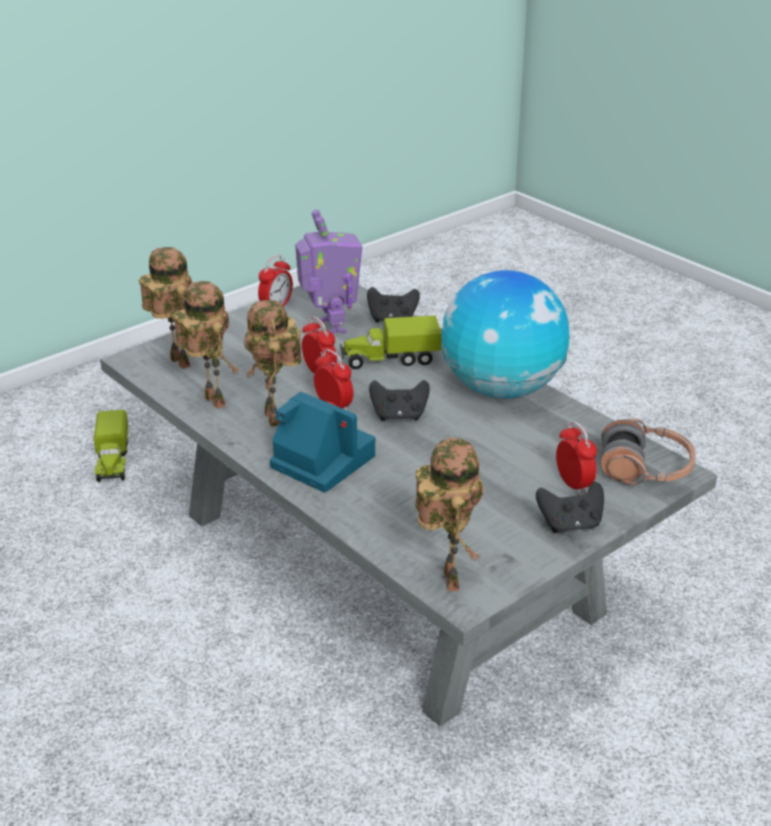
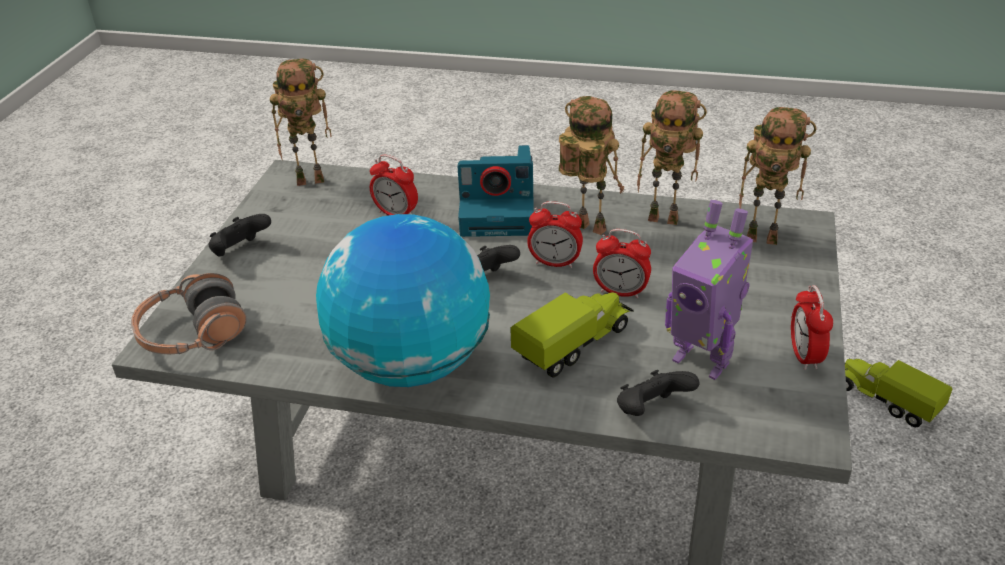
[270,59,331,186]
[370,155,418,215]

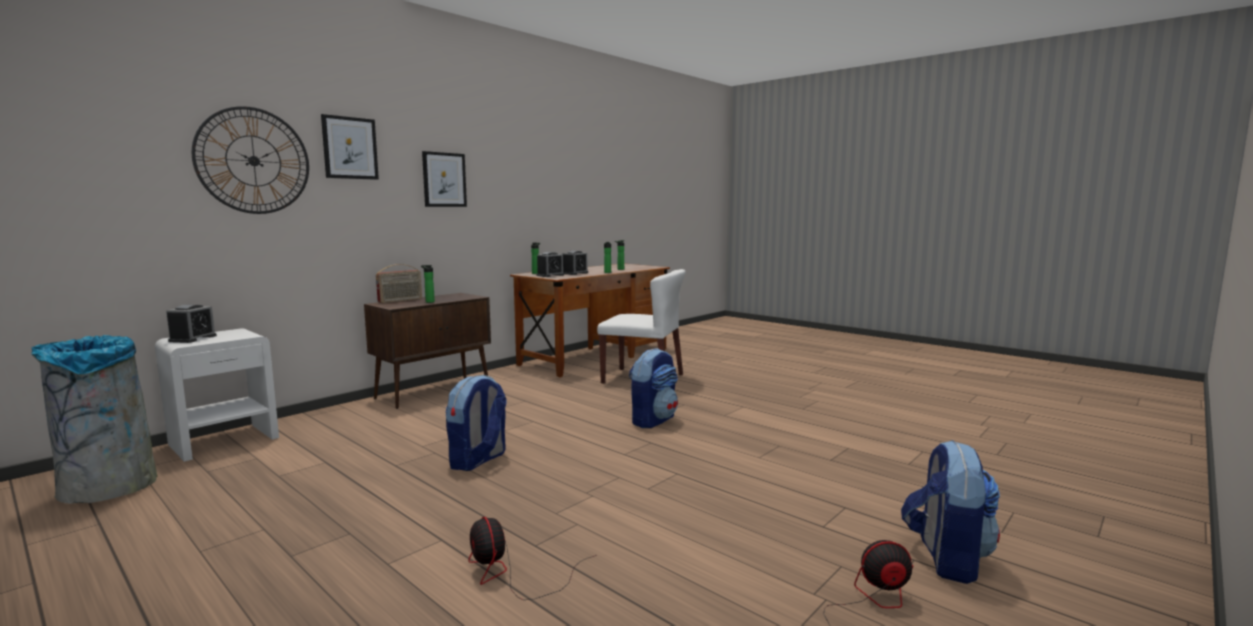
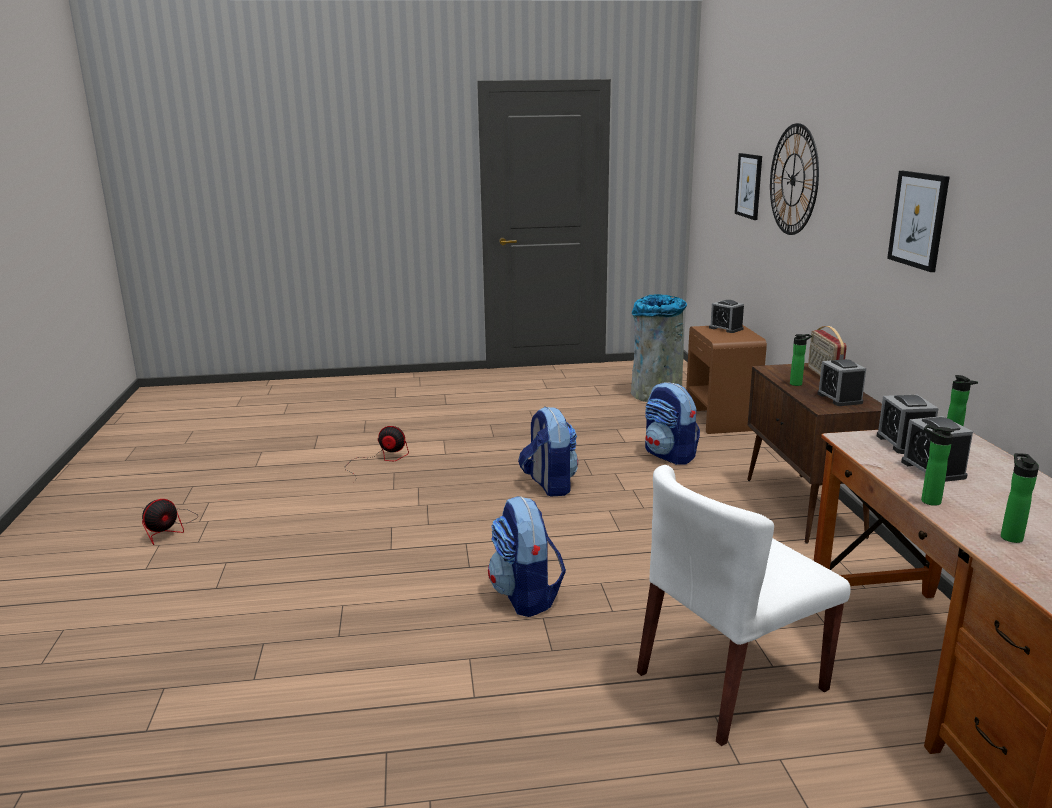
[686,325,767,434]
[735,153,762,220]
[645,382,700,465]
[818,359,866,406]

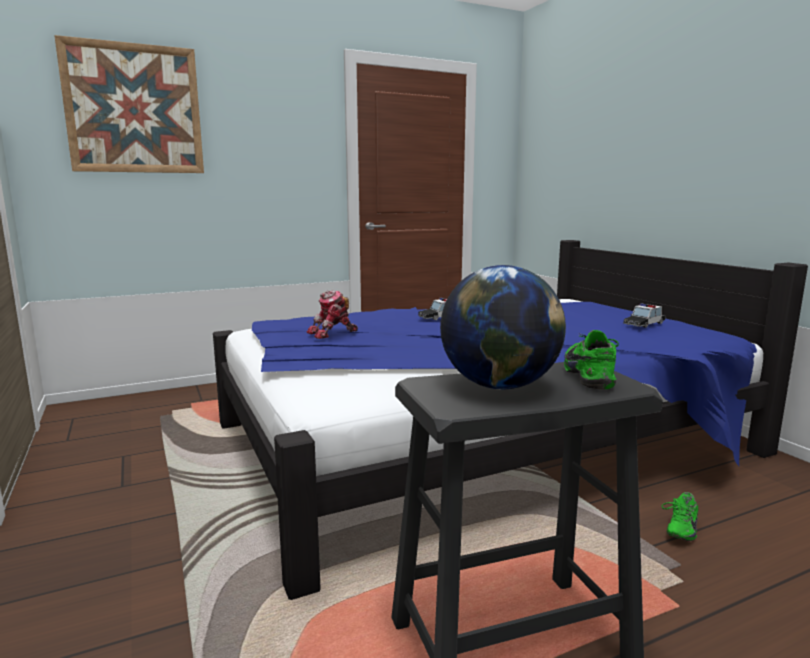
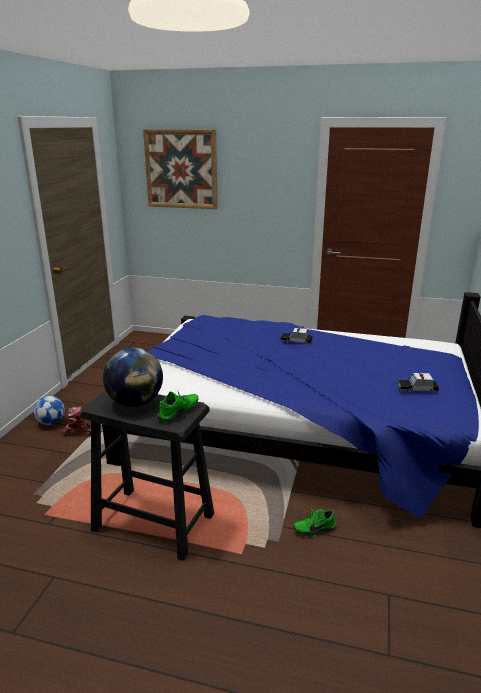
[61,407,91,436]
[33,396,65,425]

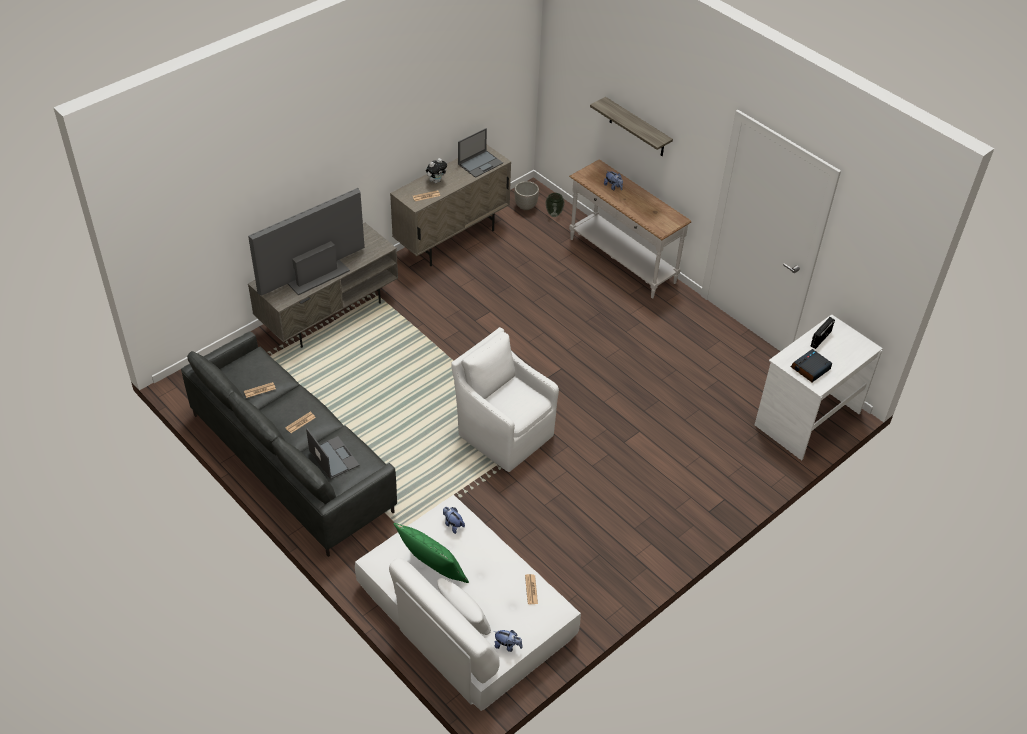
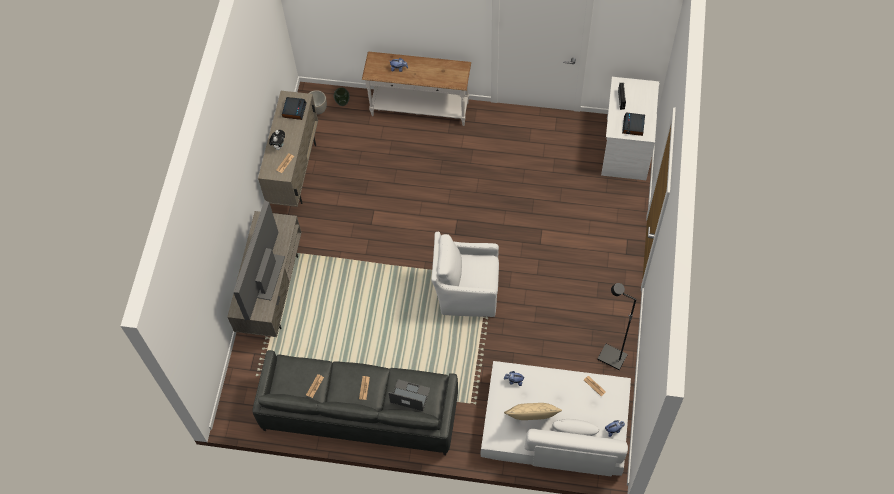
[504,403,562,420]
[282,97,307,120]
[590,97,673,156] (first image)
[597,283,636,370]

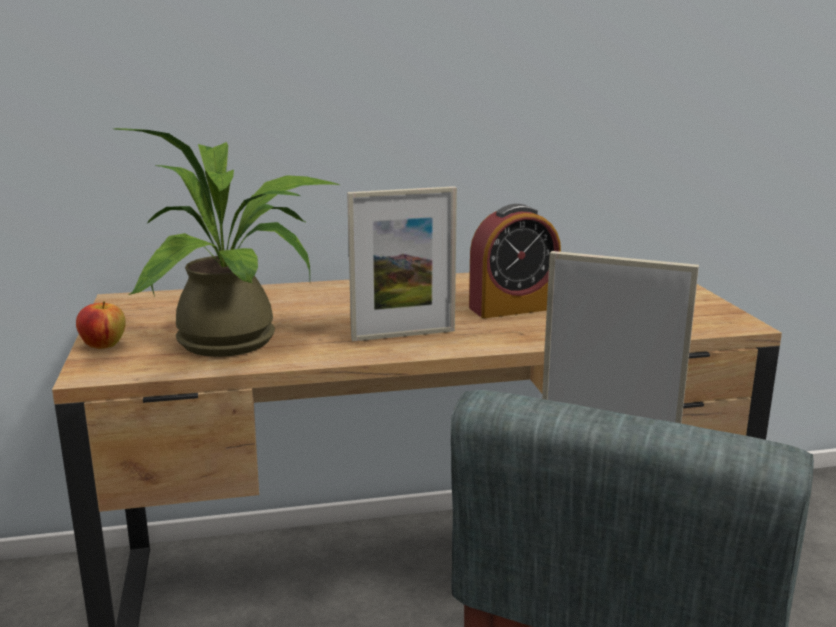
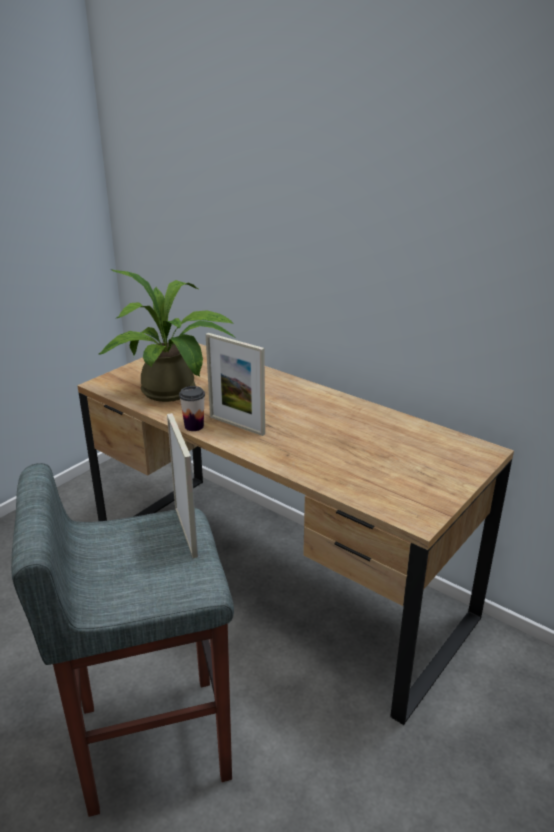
[76,301,126,349] (first image)
[469,204,561,318] (first image)
[179,386,205,431]

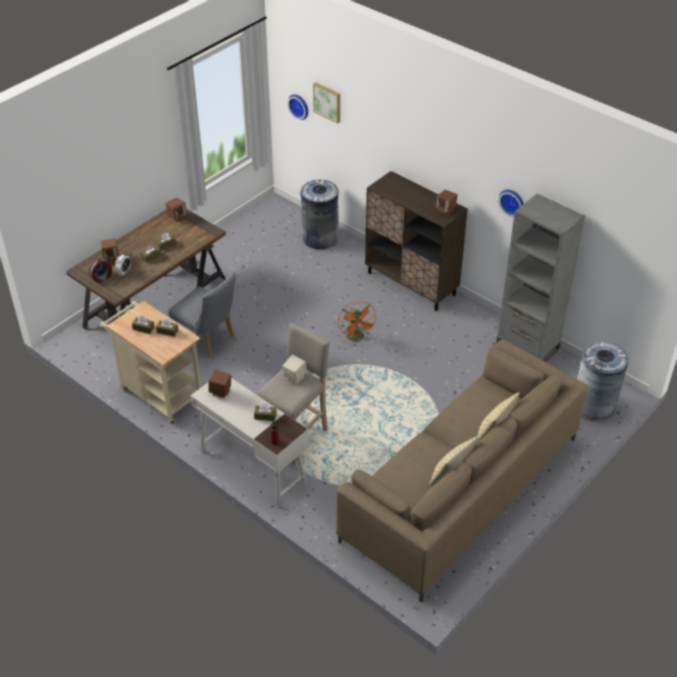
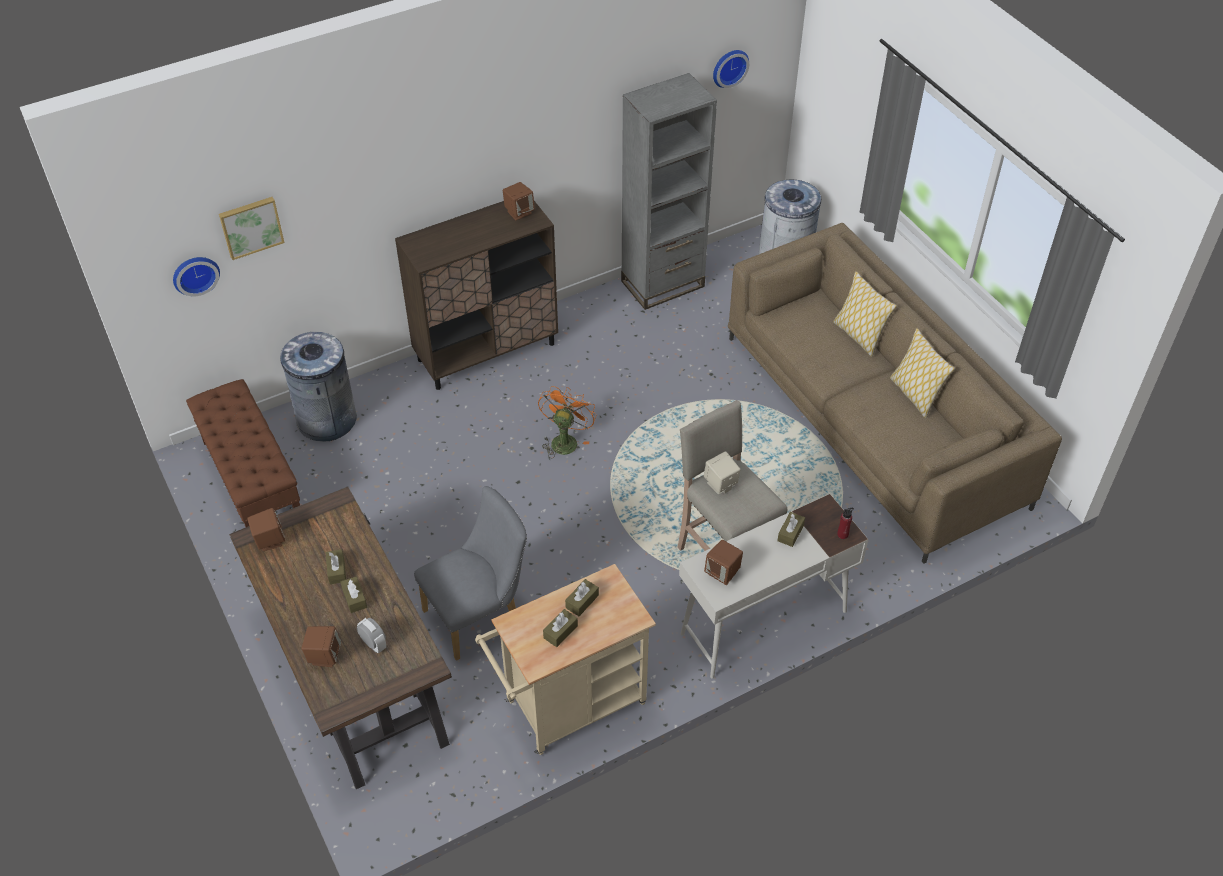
[89,258,112,283] (first image)
[538,386,596,458]
[713,50,749,88]
[186,379,300,527]

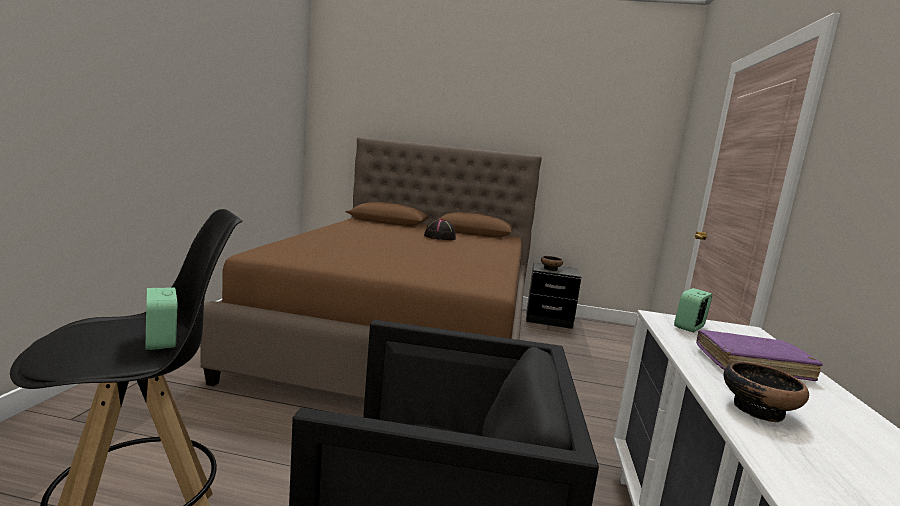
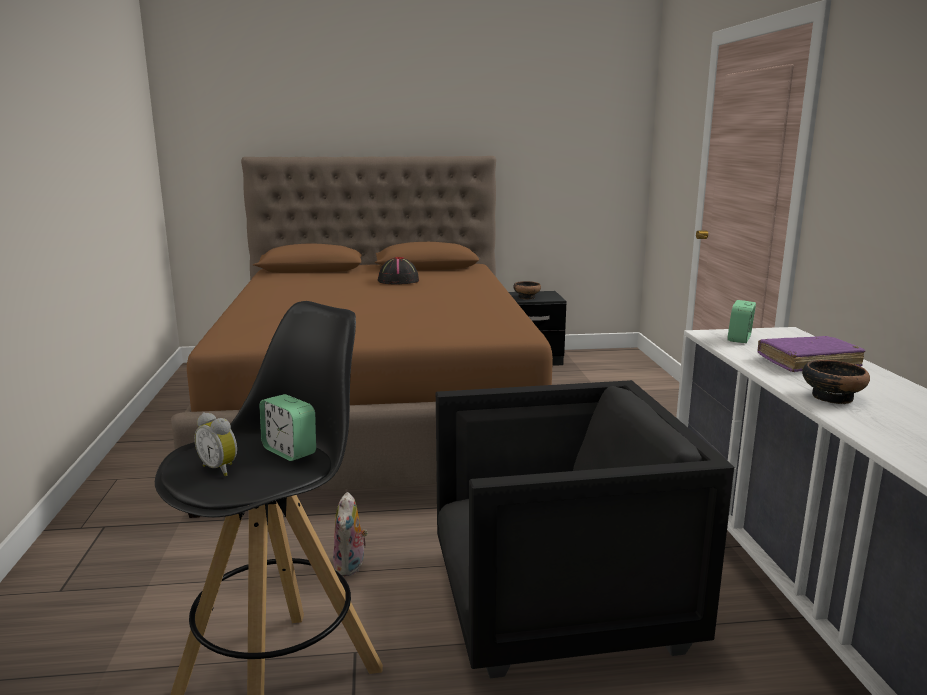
[194,413,237,476]
[333,492,368,576]

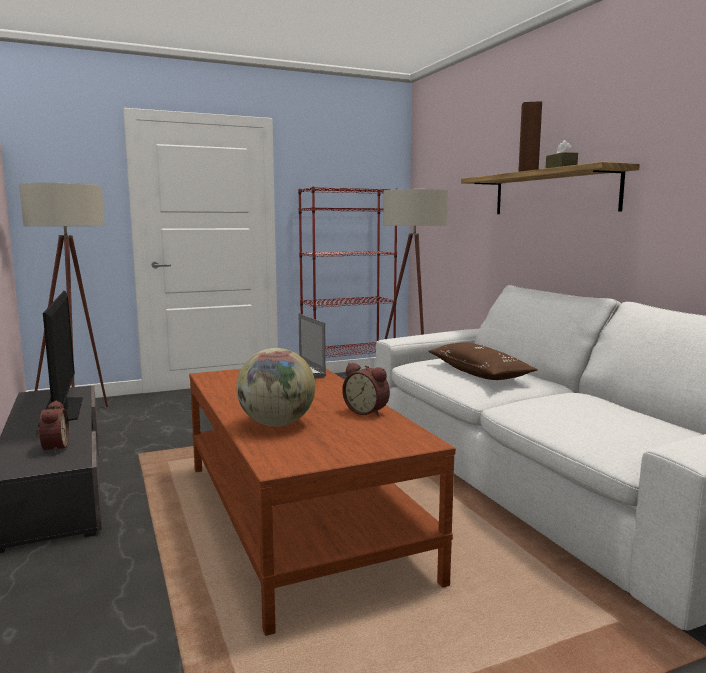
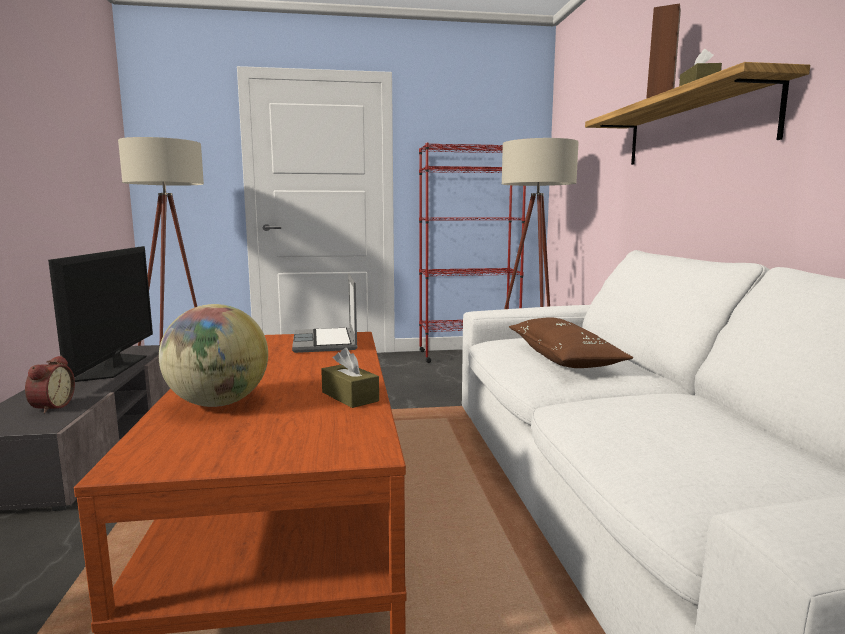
[321,348,379,408]

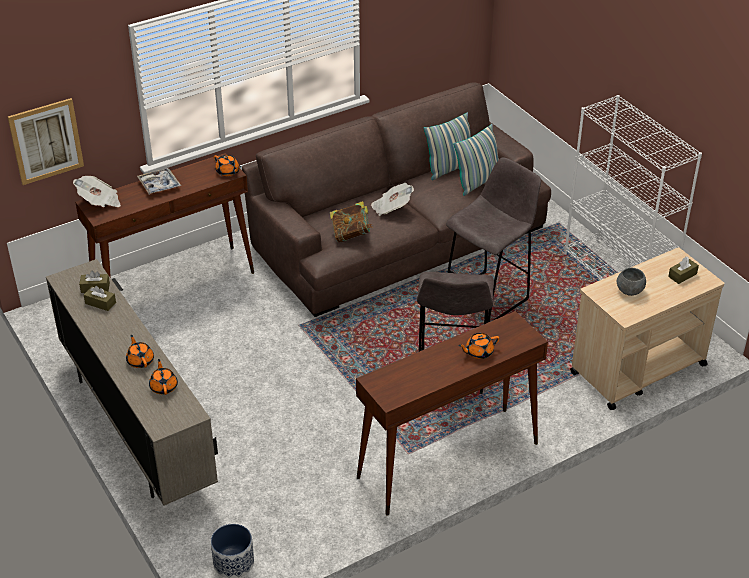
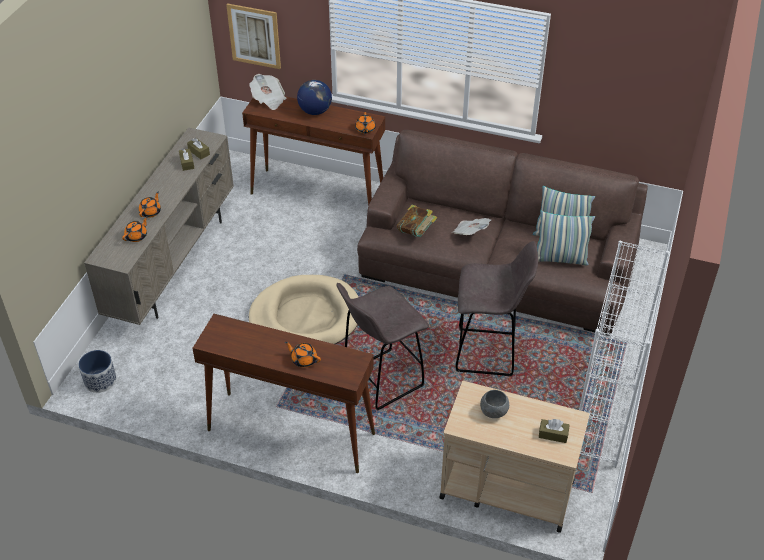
[297,80,332,115]
[249,275,359,344]

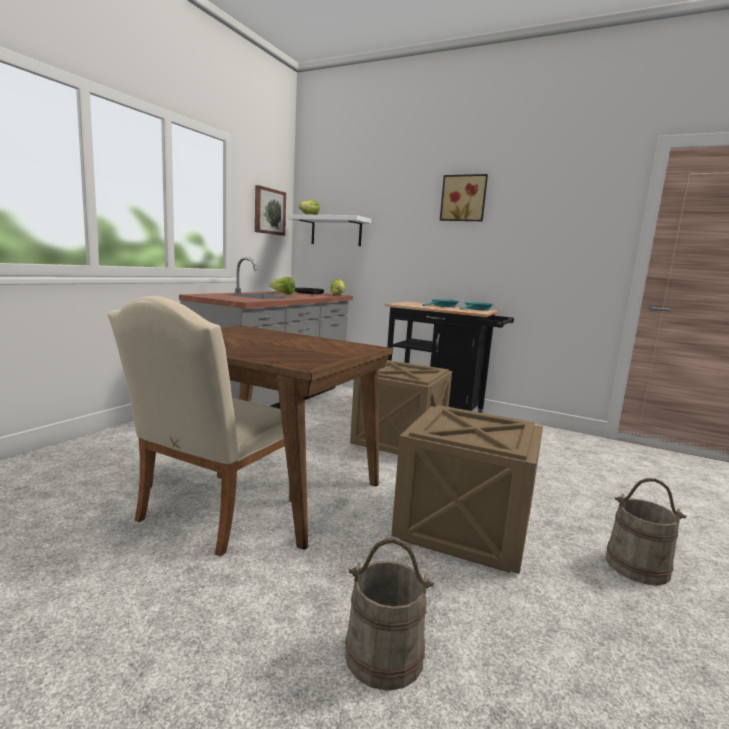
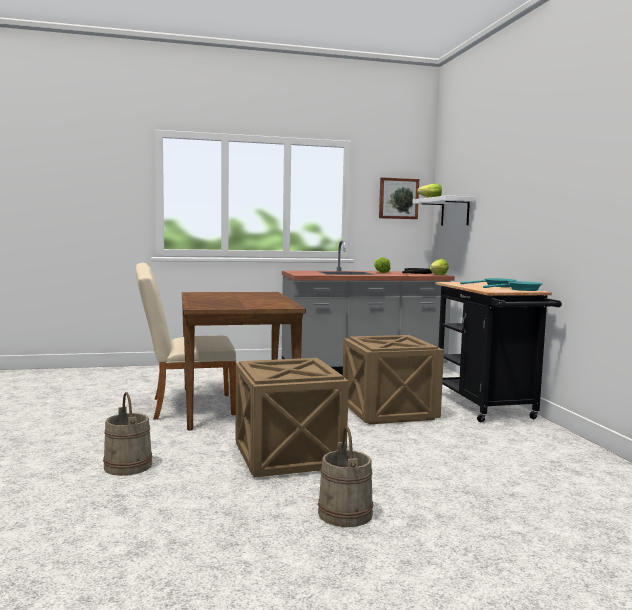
[440,174,488,221] (first image)

